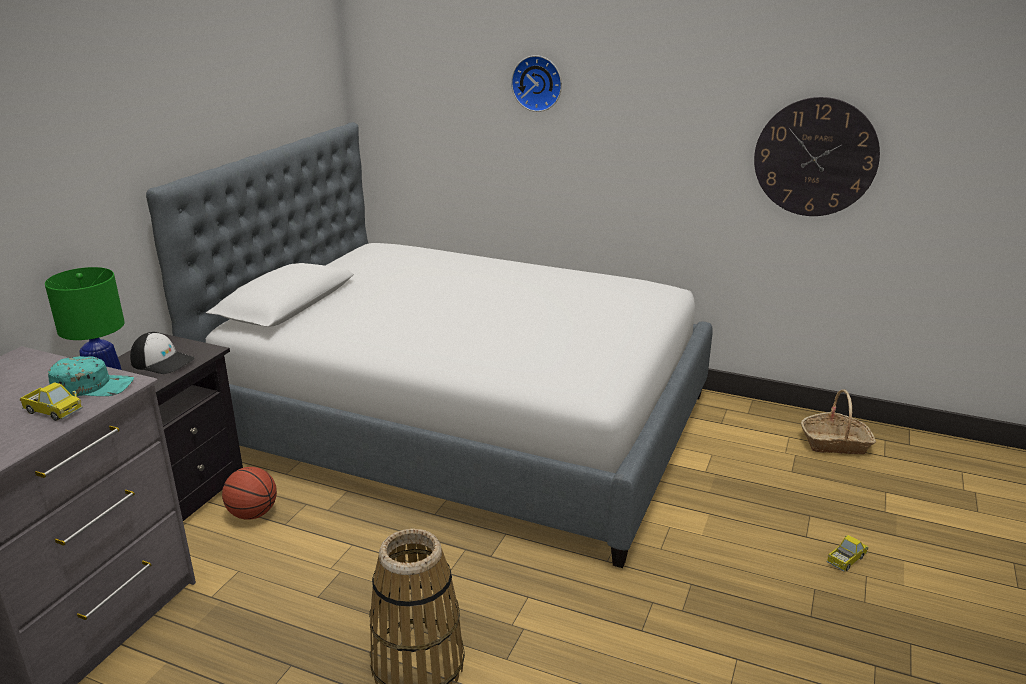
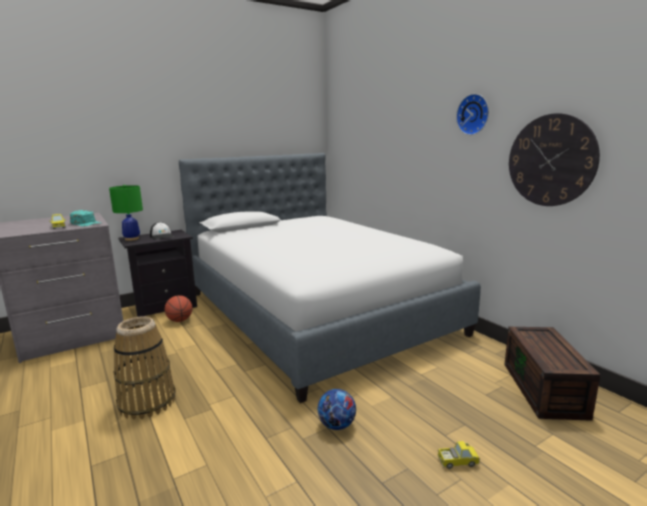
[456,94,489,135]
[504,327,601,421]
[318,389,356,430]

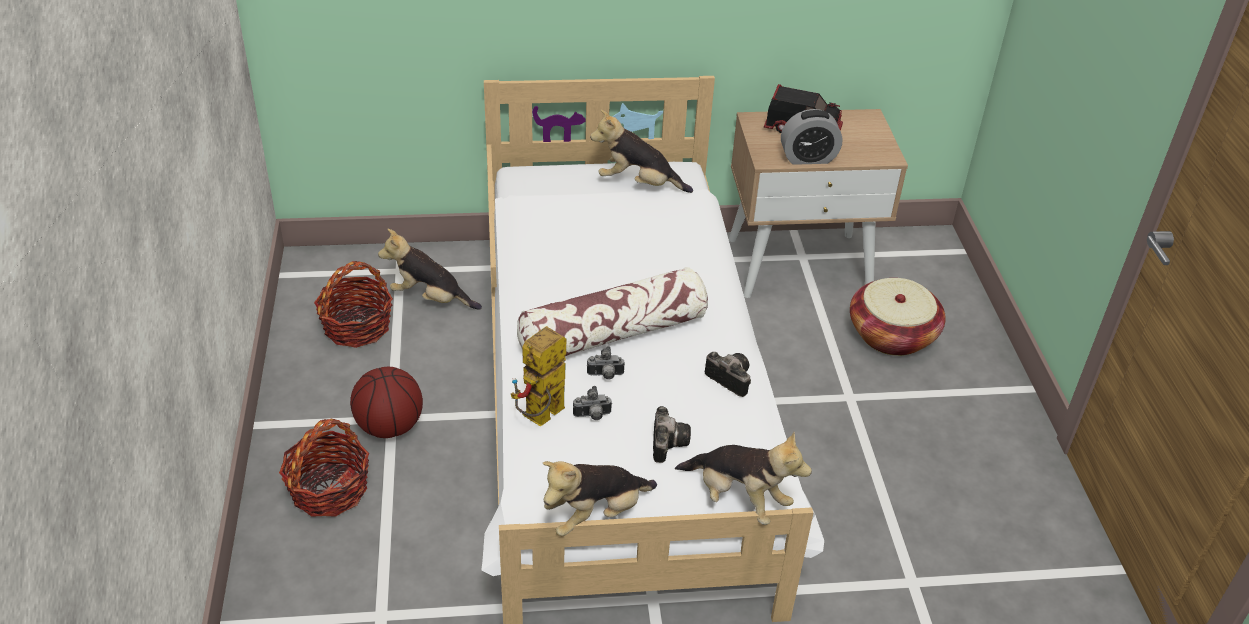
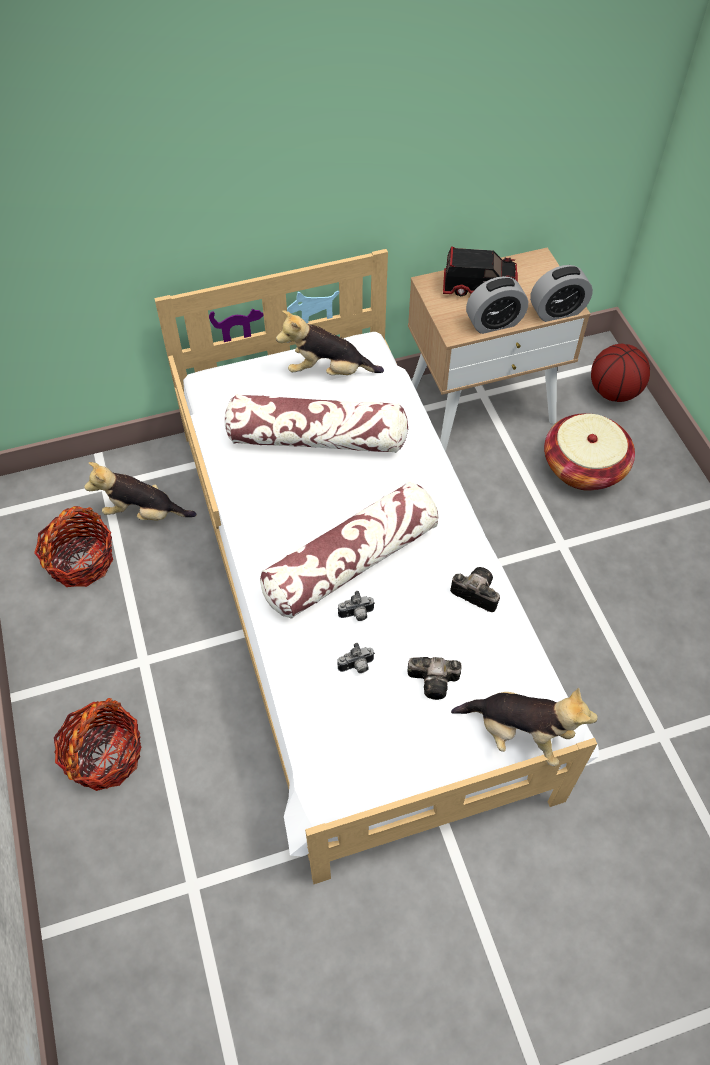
[591,344,650,402]
[511,326,566,427] (first image)
[543,461,657,536] (first image)
[408,657,461,700]
[225,394,408,453]
[530,265,593,322]

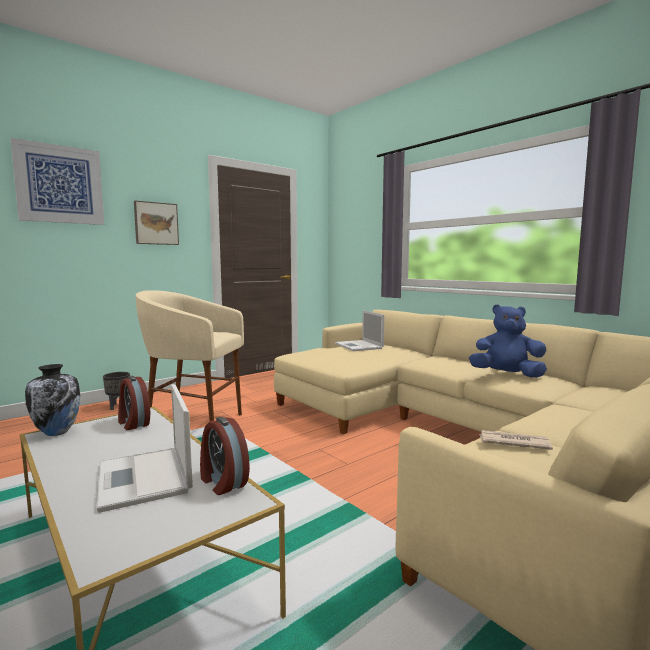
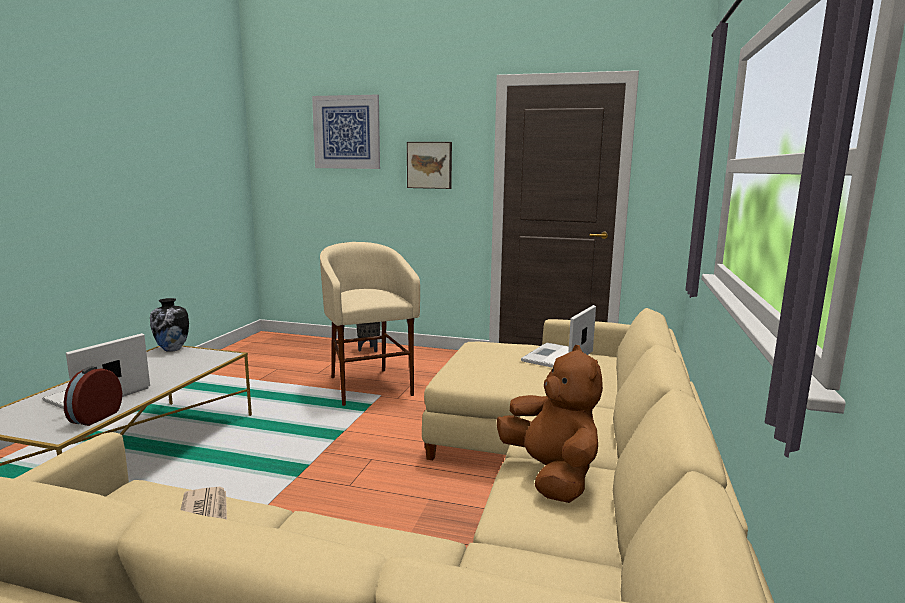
[118,376,150,430] (first image)
[497,345,603,503]

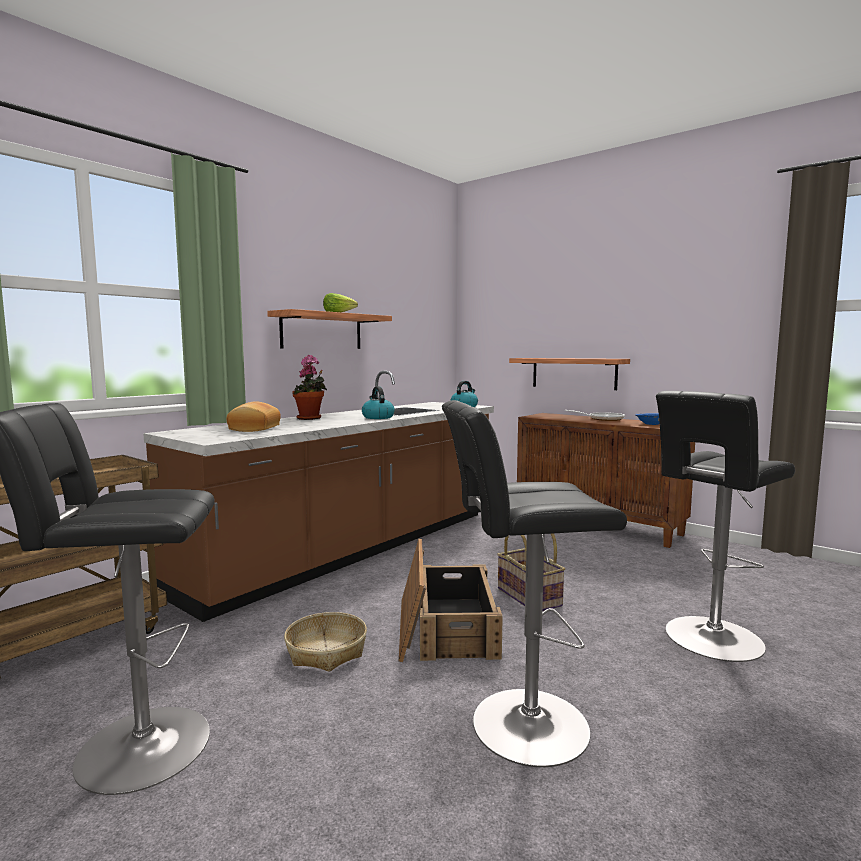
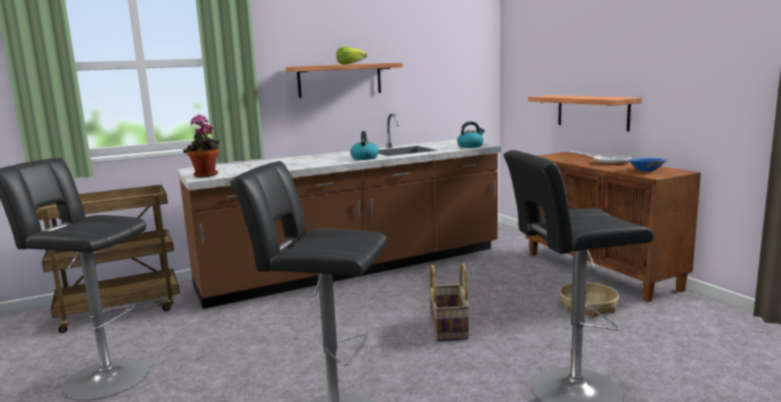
[226,401,281,432] (first image)
[559,282,619,318]
[183,114,220,177]
[399,539,503,662] (first image)

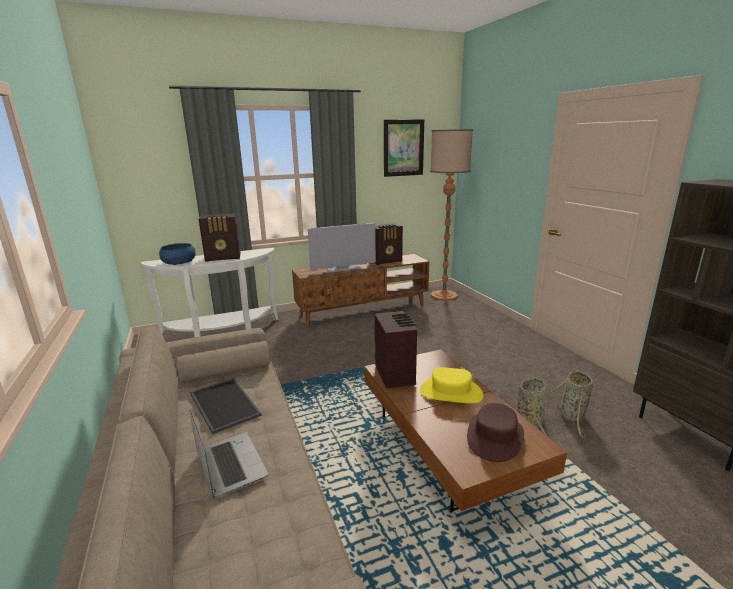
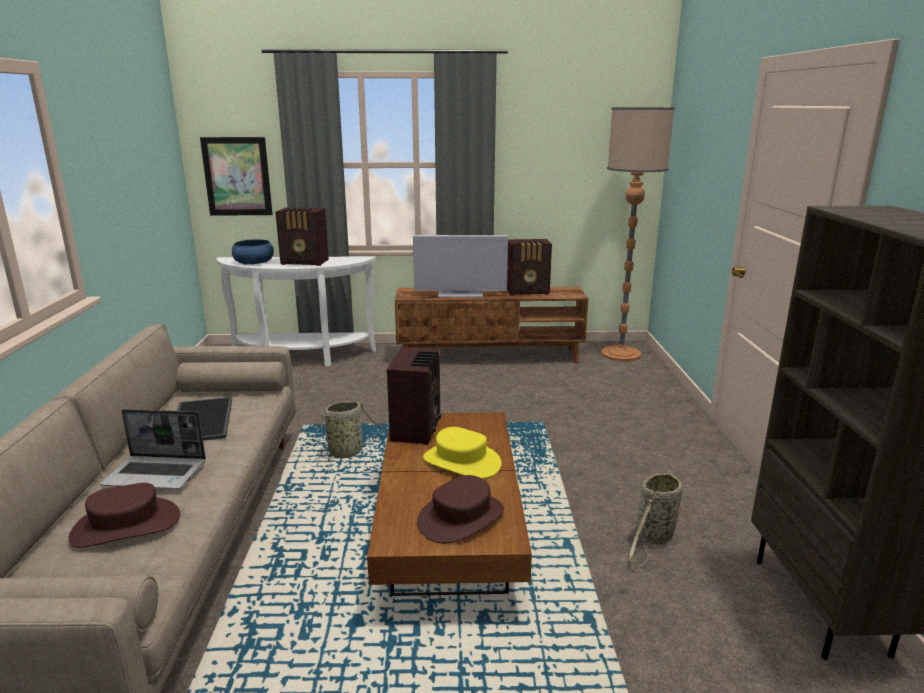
[100,409,206,489]
[200,137,273,215]
[314,401,387,463]
[68,483,180,548]

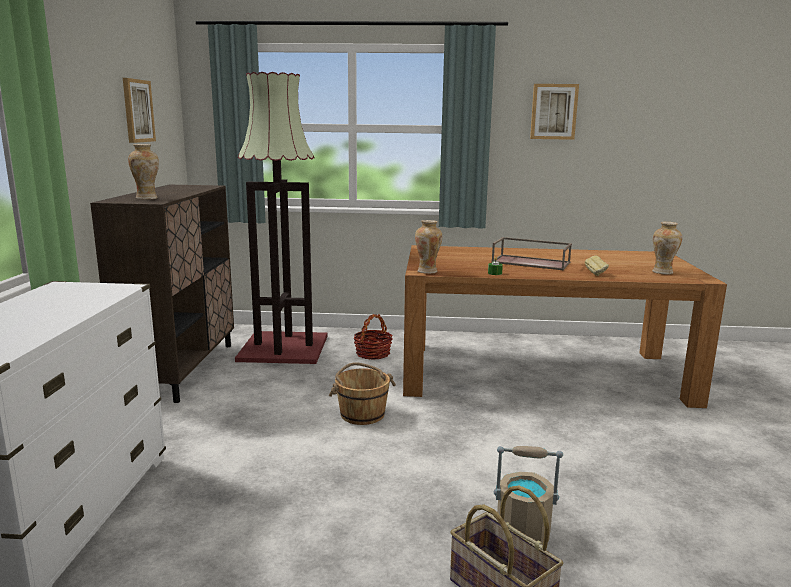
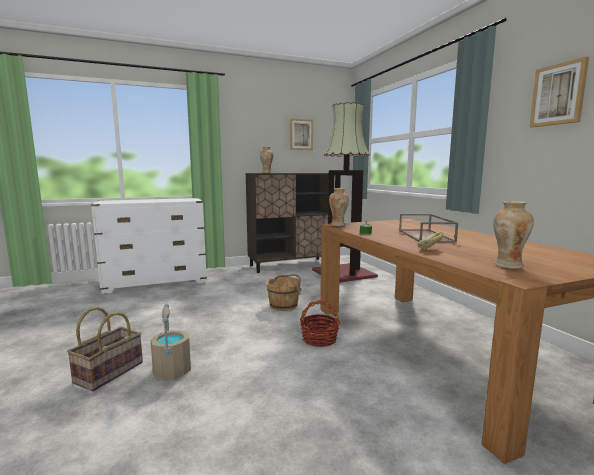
[300,300,341,347]

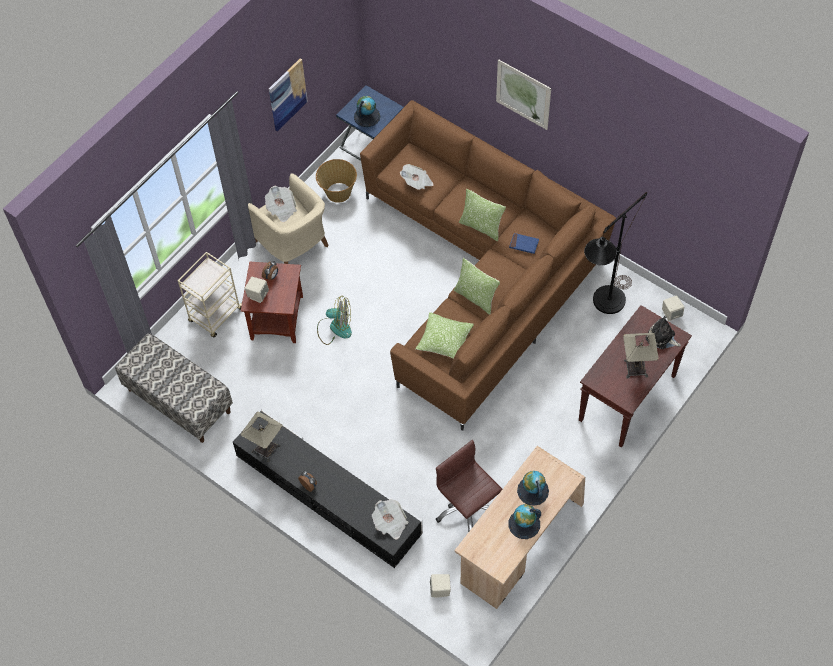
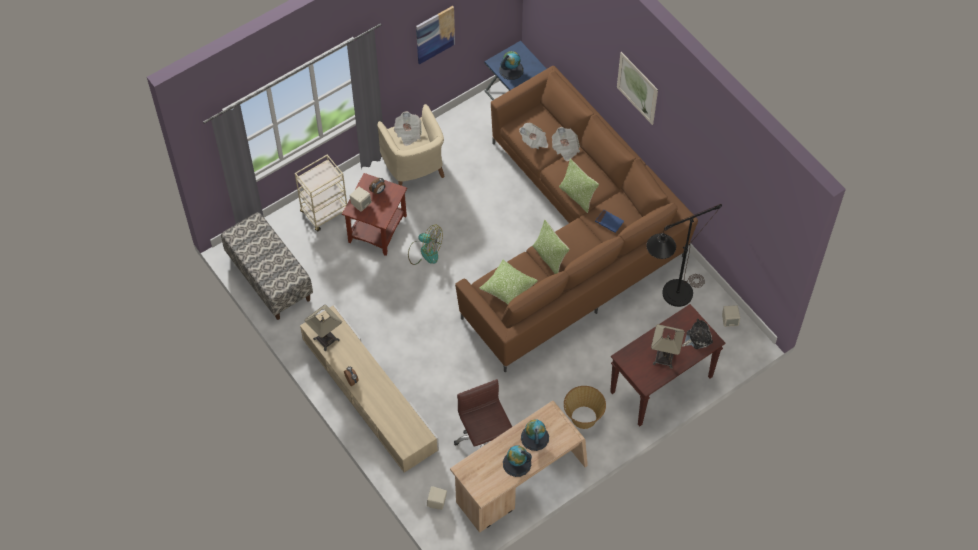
[300,305,439,473]
[564,386,606,429]
[552,127,580,161]
[682,318,713,349]

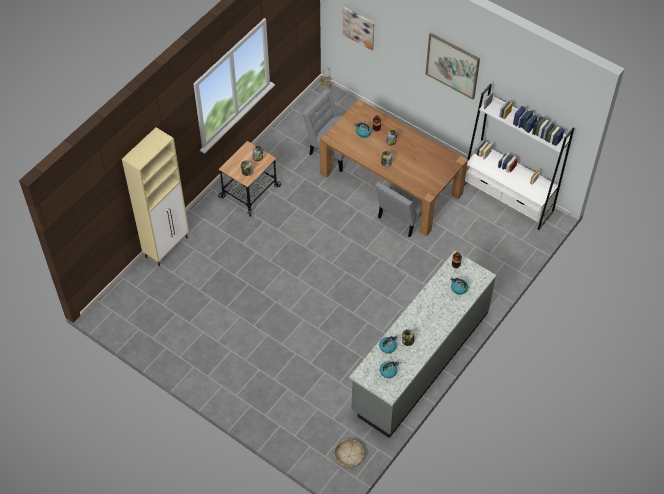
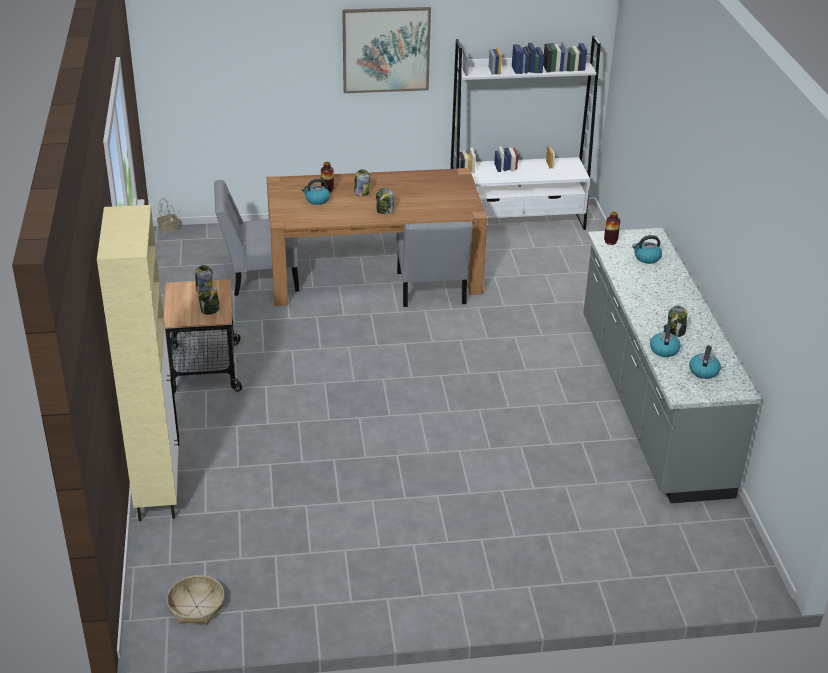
[167,575,224,624]
[343,7,375,50] (first image)

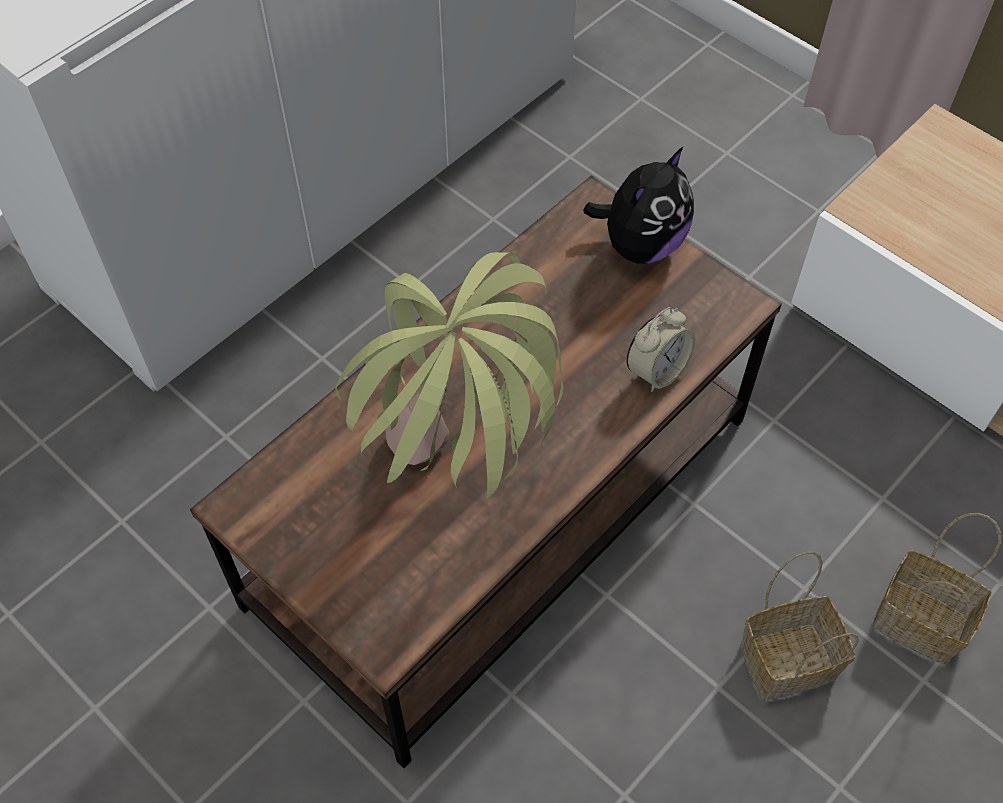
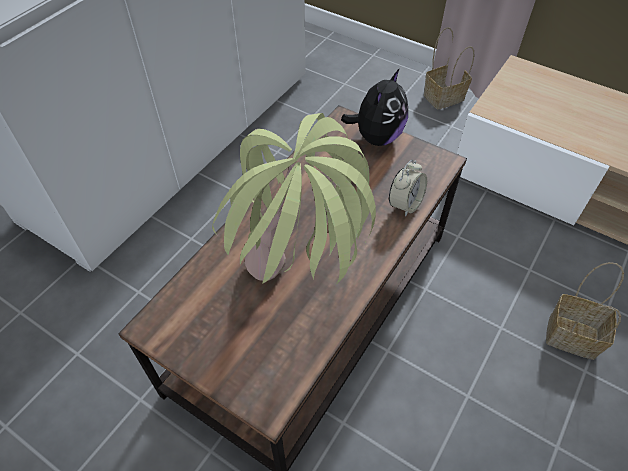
[424,27,474,109]

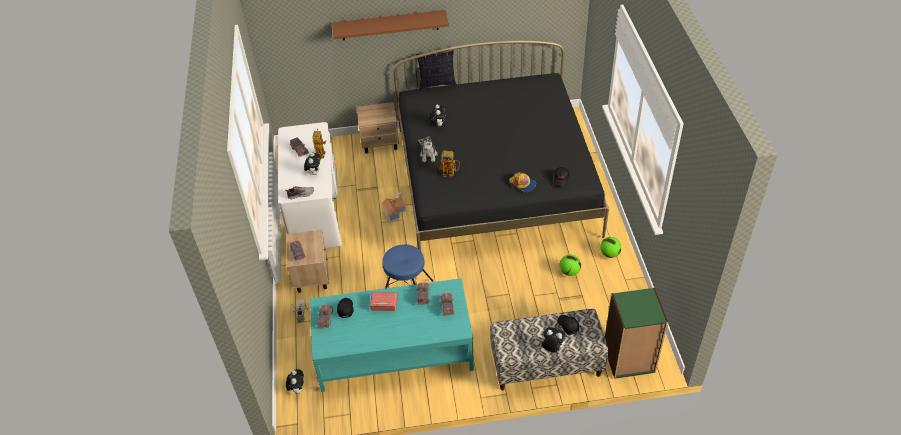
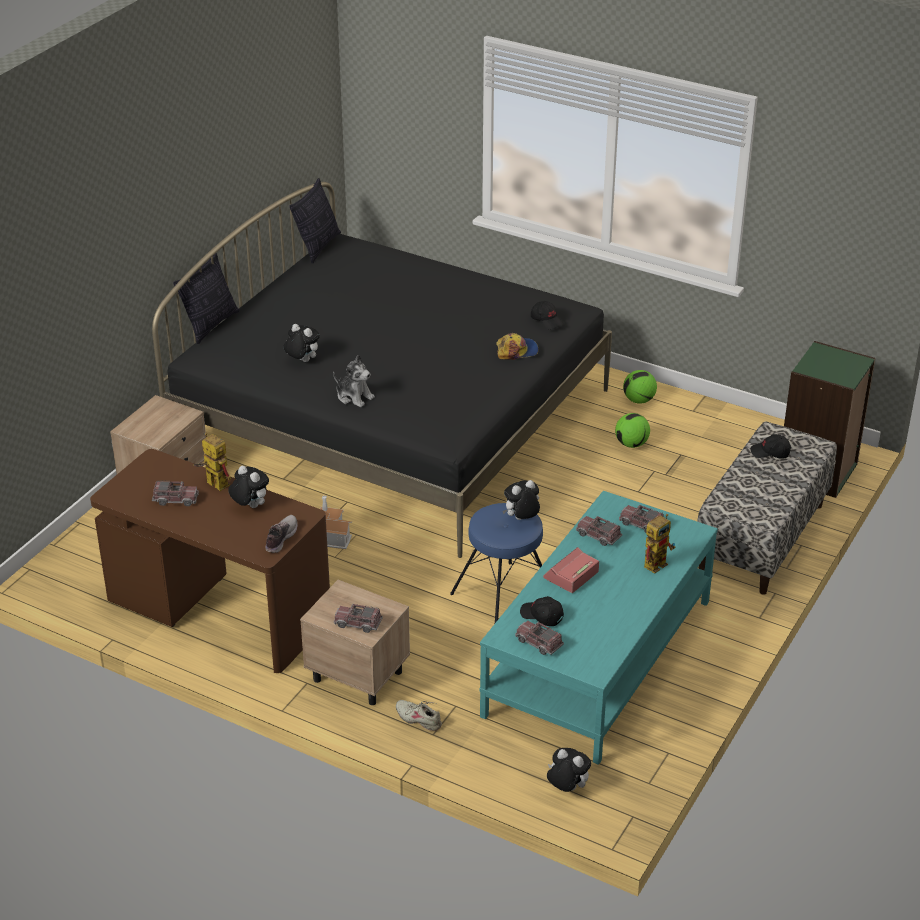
[90,449,330,673]
[332,10,449,40] (first image)
[644,514,675,574]
[502,480,540,520]
[289,178,341,264]

